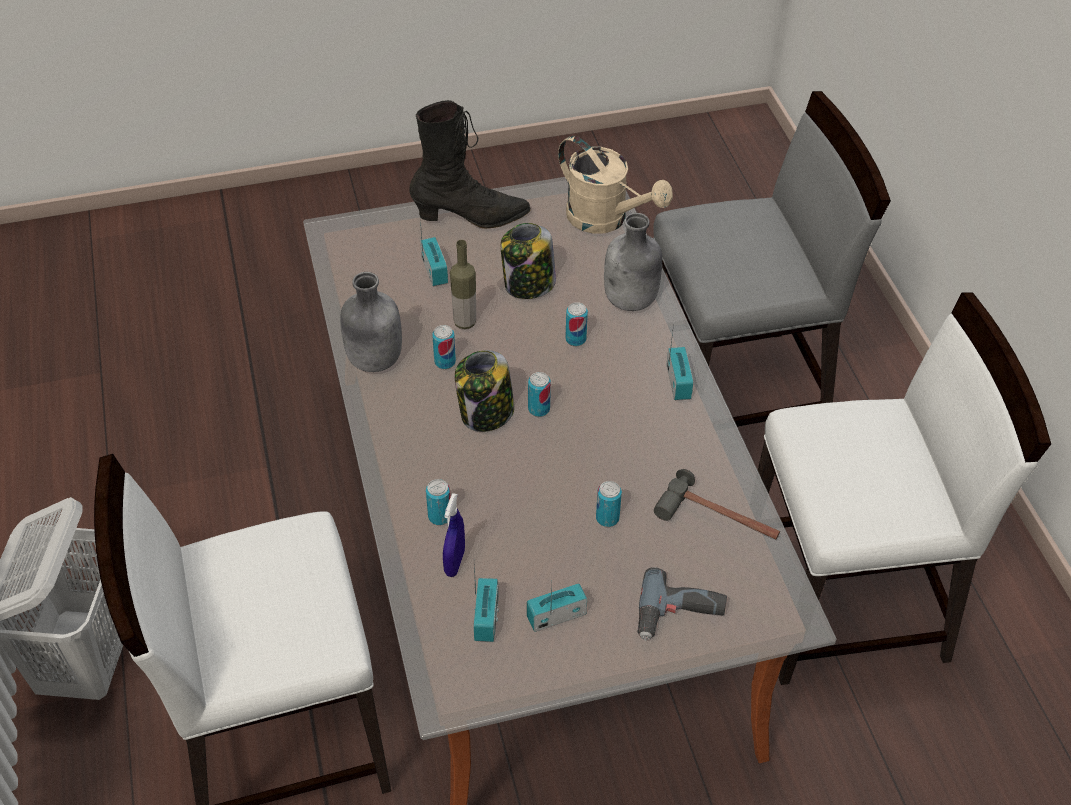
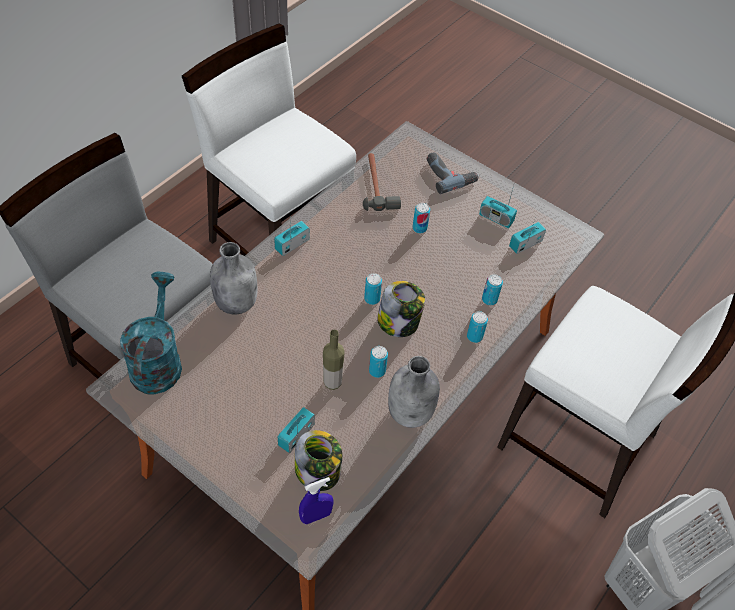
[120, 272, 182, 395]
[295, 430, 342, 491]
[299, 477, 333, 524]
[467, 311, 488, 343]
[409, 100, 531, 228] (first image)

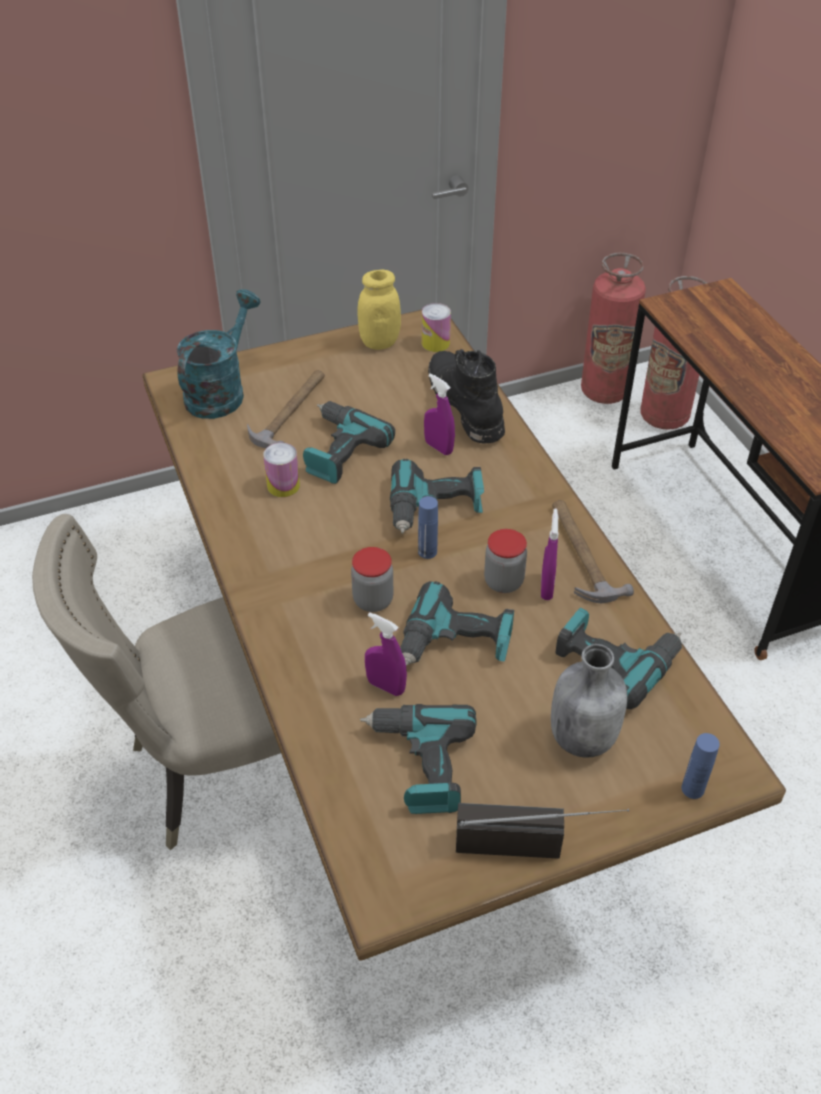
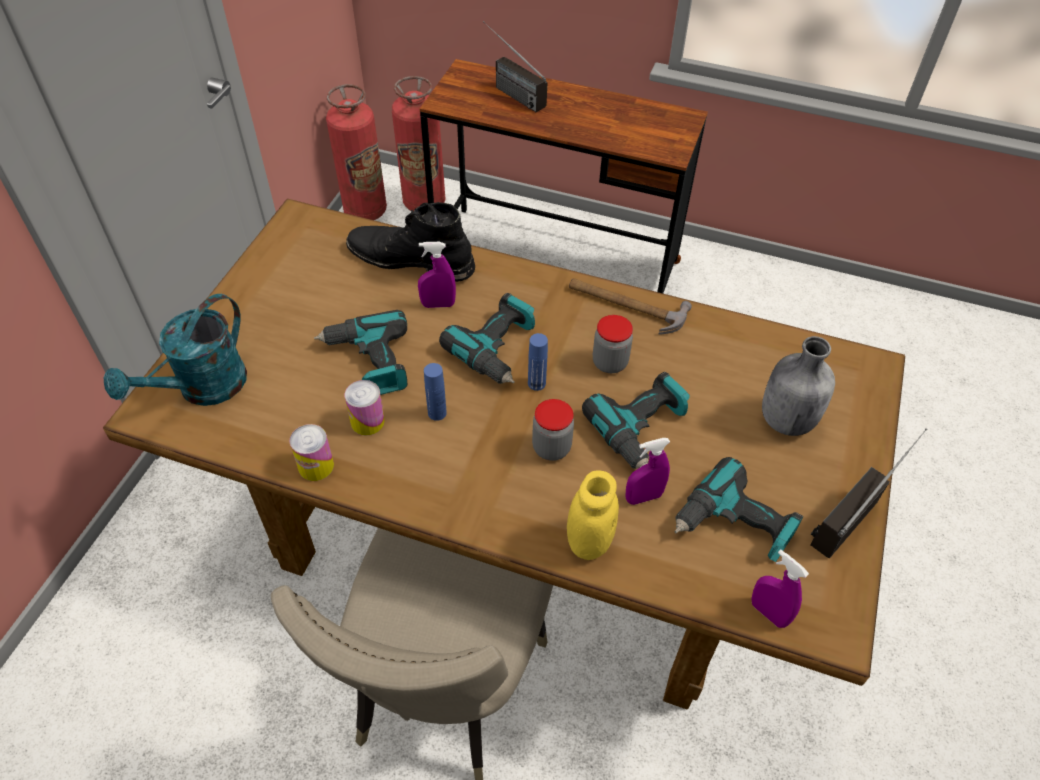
[104, 294, 247, 406]
[289, 424, 334, 481]
[424, 363, 447, 421]
[483, 21, 547, 112]
[567, 470, 619, 560]
[751, 549, 809, 628]
[247, 370, 325, 448] (first image)
[556, 608, 682, 709] (first image)

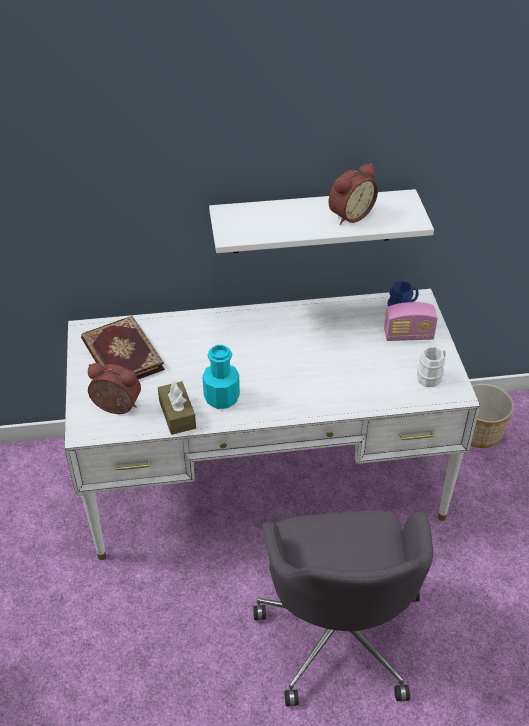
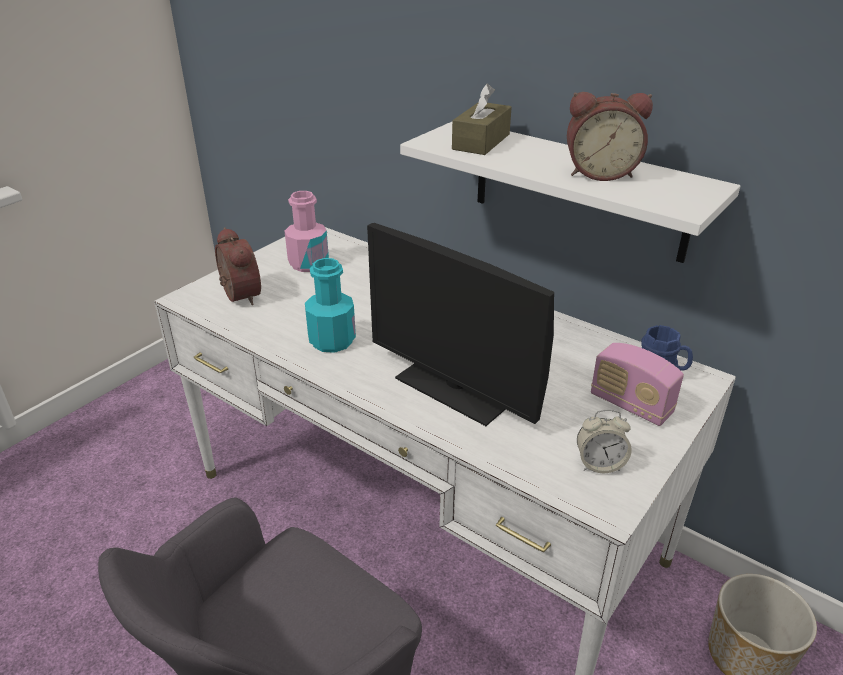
[285, 191, 329, 272]
[367, 223, 554, 426]
[452, 84, 511, 155]
[577, 410, 632, 473]

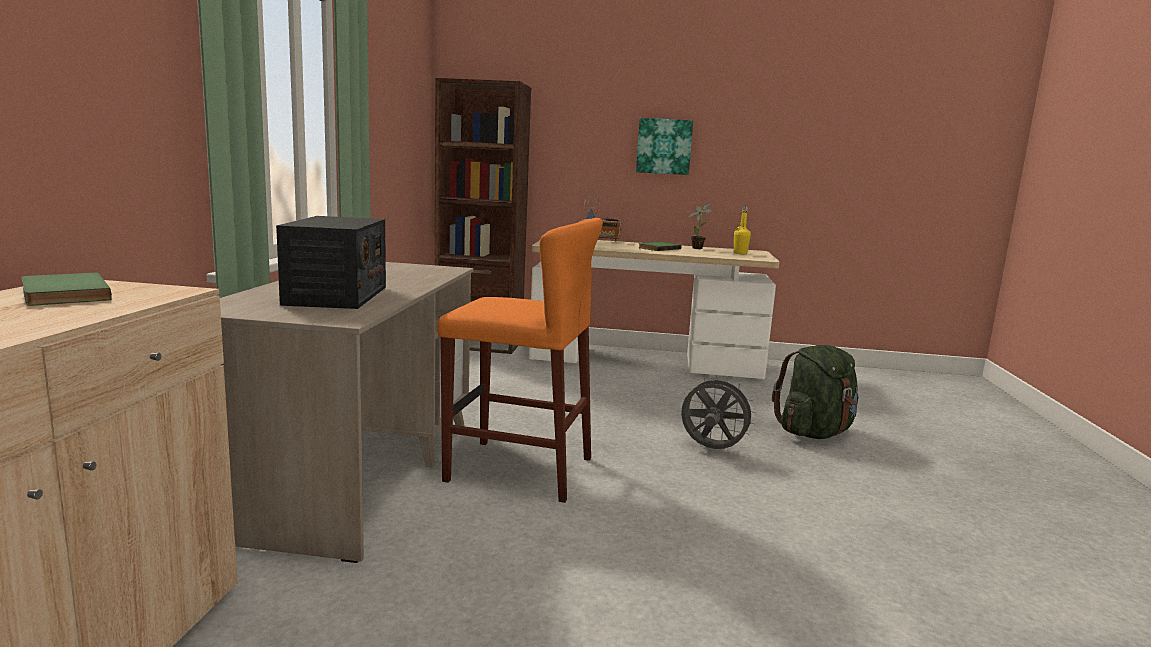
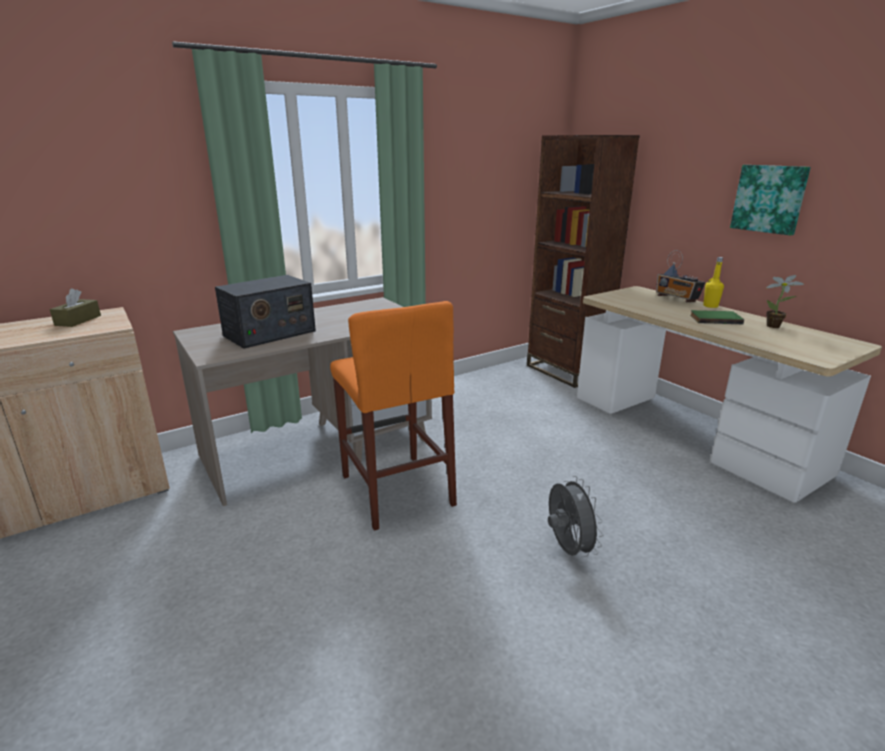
[50, 288, 101, 327]
[703, 257, 724, 308]
[772, 345, 858, 439] (first image)

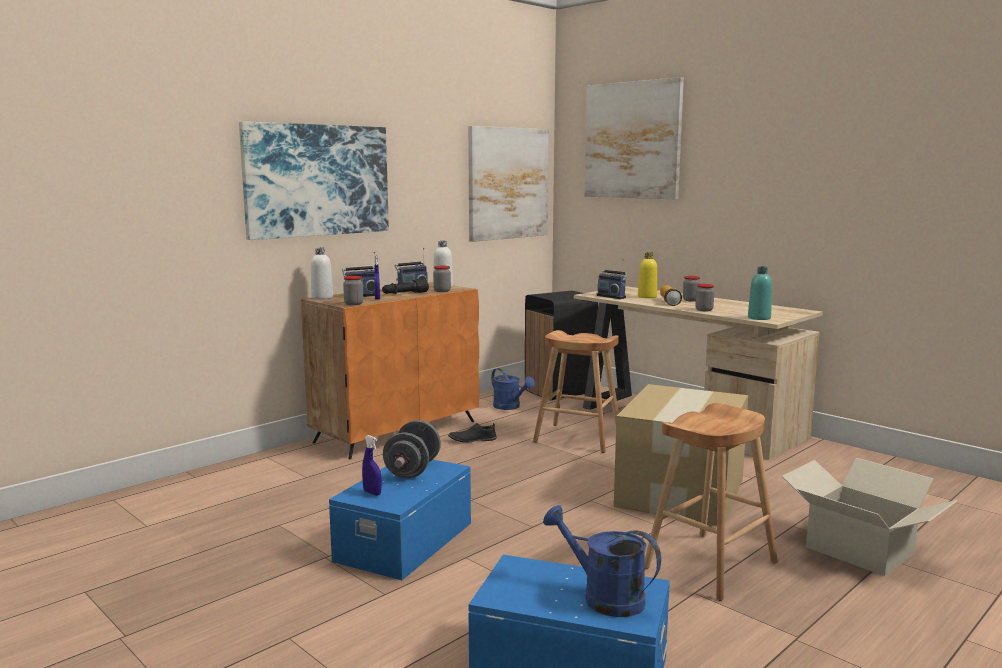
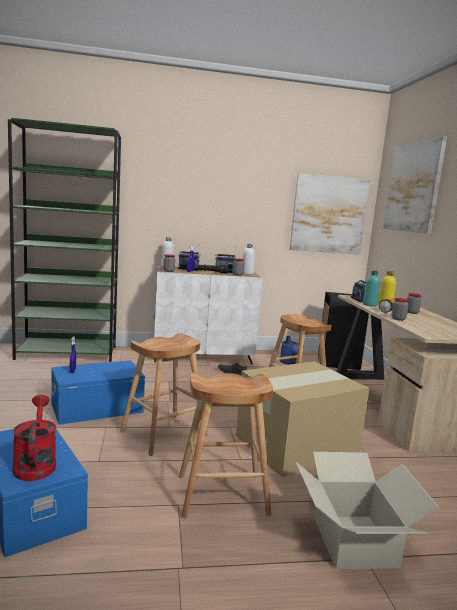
[8, 118, 121, 362]
[13, 395, 56, 481]
[120, 333, 207, 456]
[154, 266, 262, 364]
[363, 270, 380, 307]
[239, 121, 389, 240] (first image)
[383, 420, 441, 479] (first image)

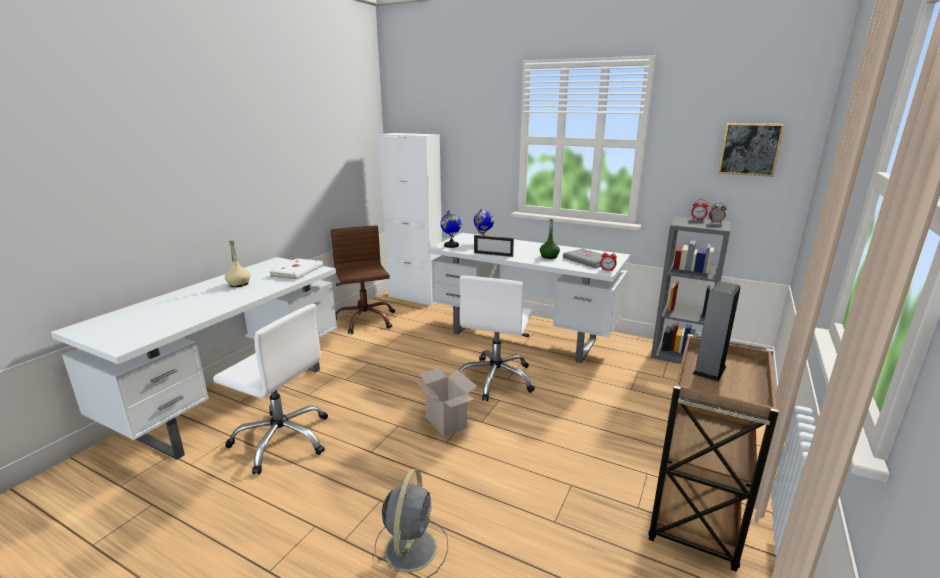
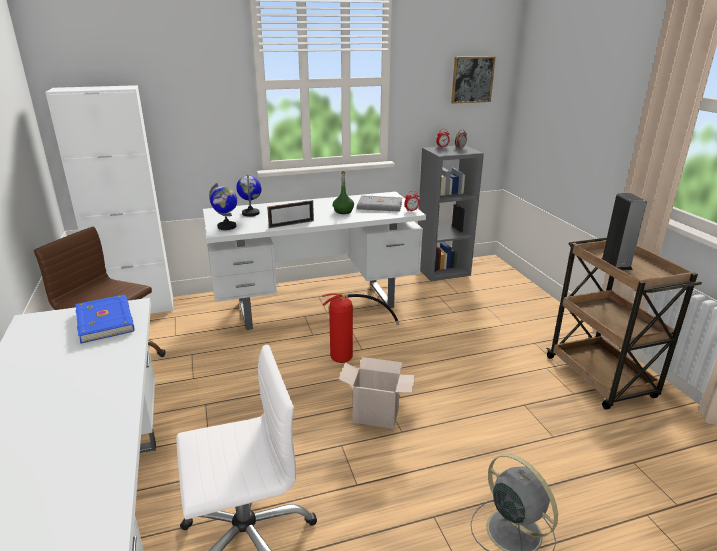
[76, 295, 135, 344]
[322, 293, 399, 363]
[225, 240, 251, 287] (first image)

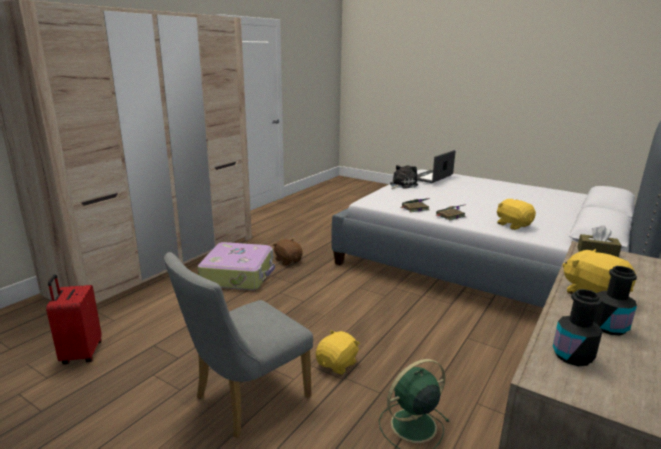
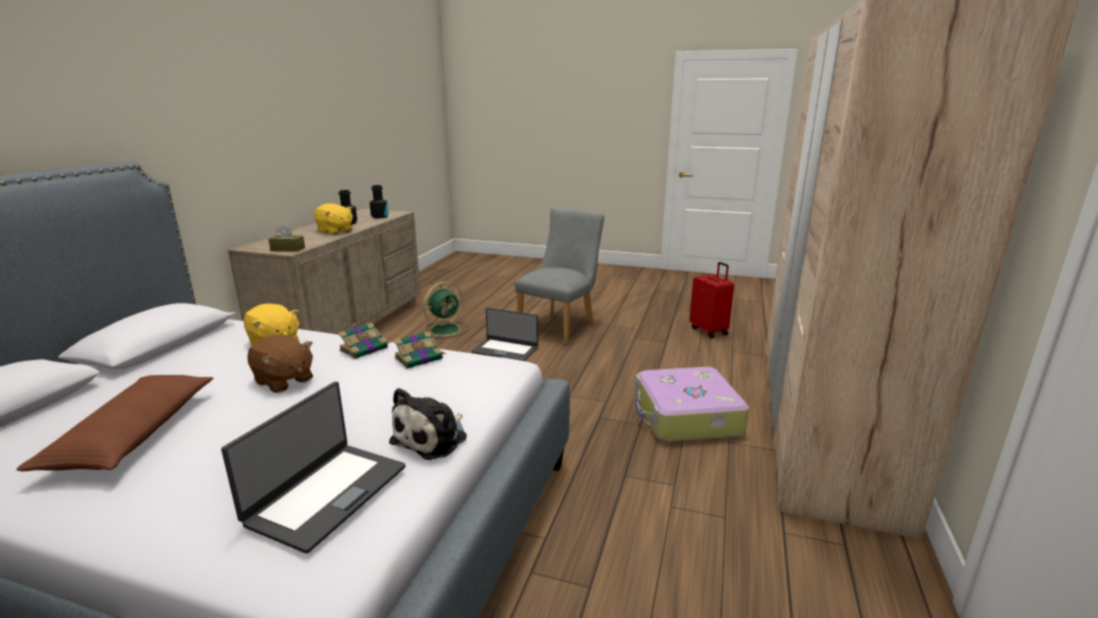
[16, 375, 213, 471]
[247, 335, 313, 393]
[472, 308, 538, 361]

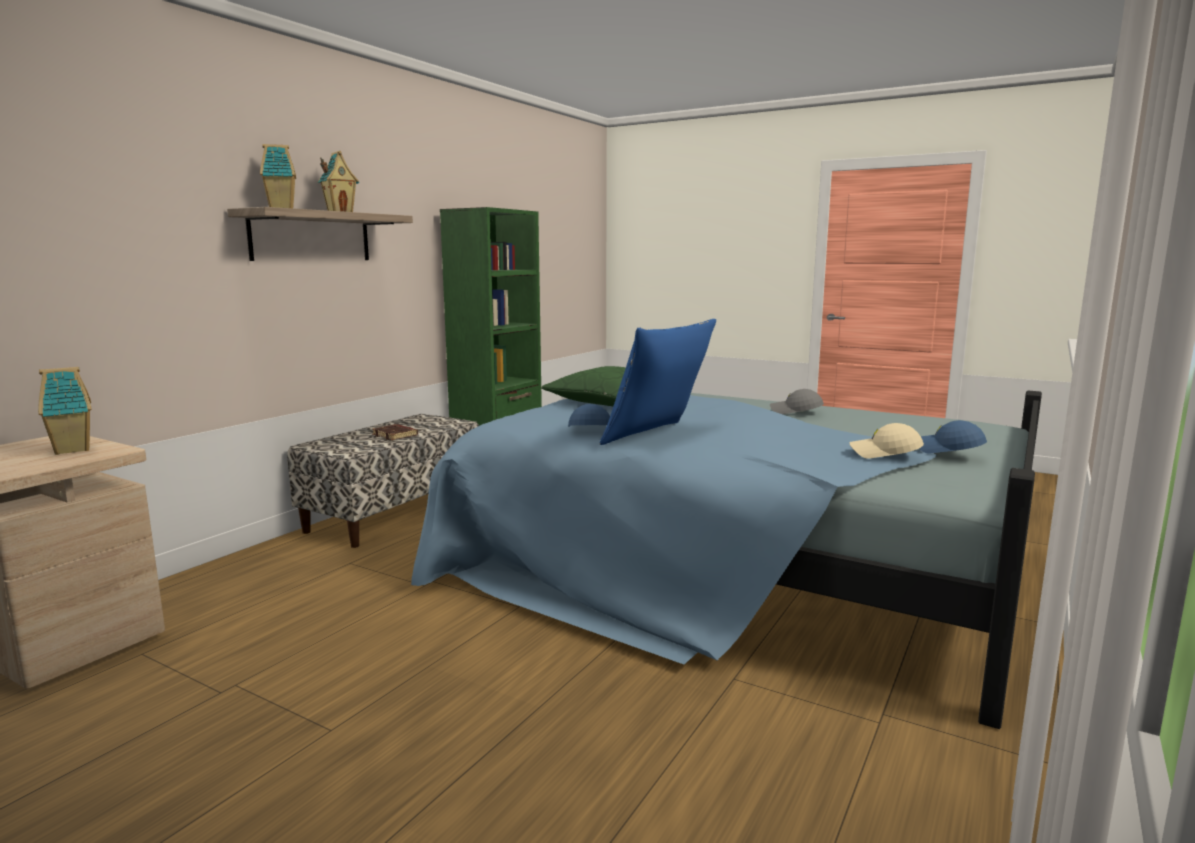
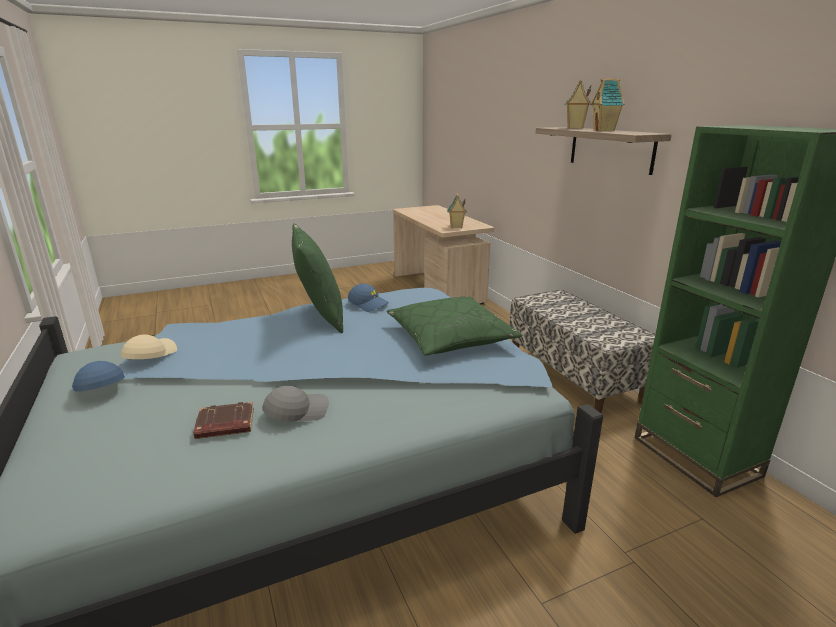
[72, 361, 125, 392]
[121, 335, 177, 359]
[194, 402, 254, 439]
[292, 223, 343, 333]

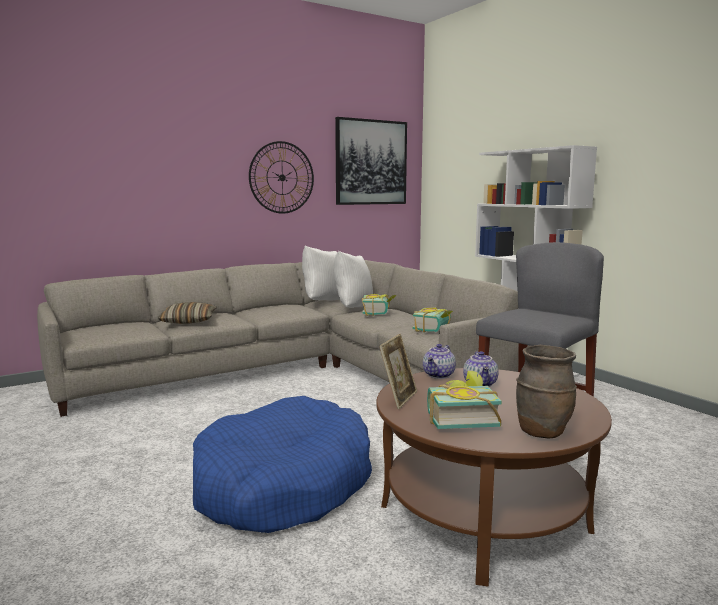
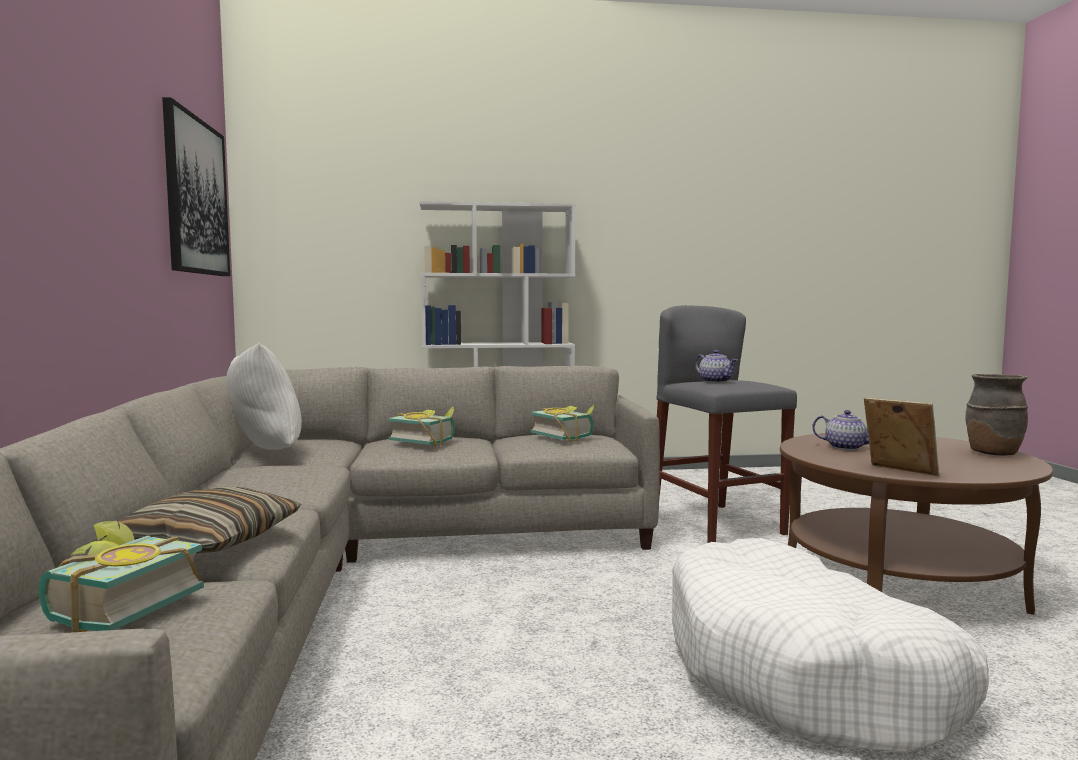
[39, 521, 204, 632]
[672, 538, 989, 753]
[695, 350, 737, 383]
[249, 141, 314, 214] (first image)
[334, 251, 373, 308] (first image)

